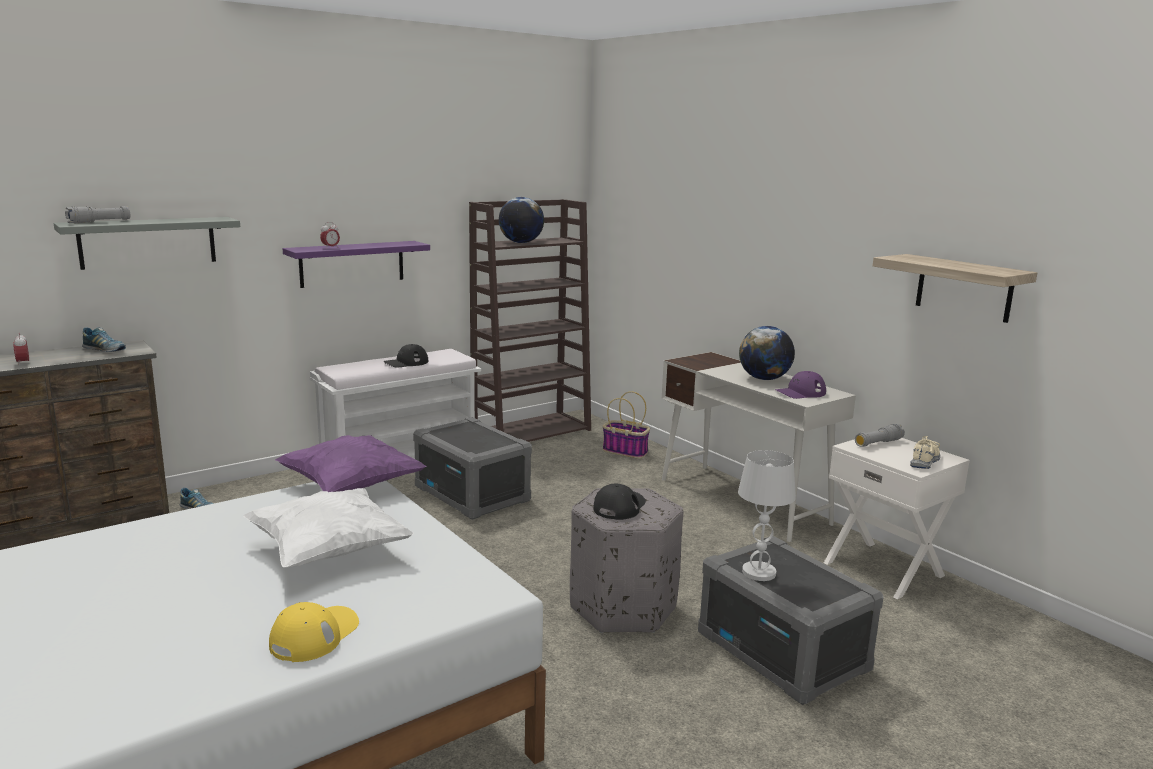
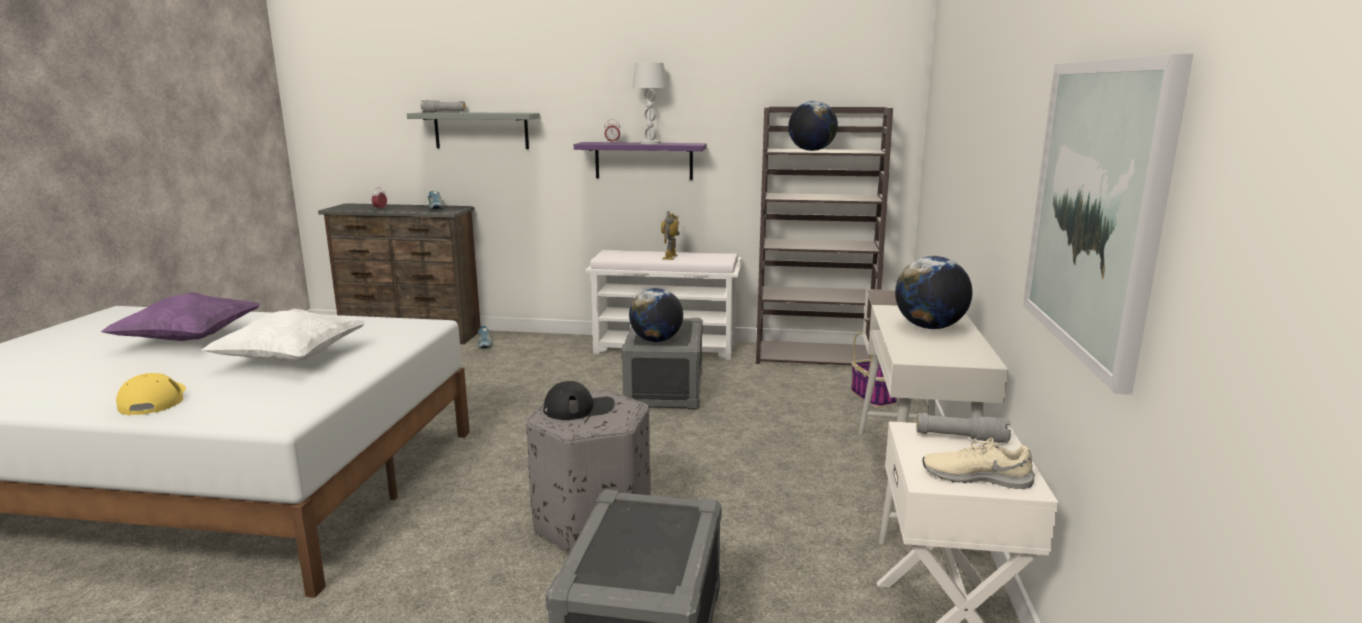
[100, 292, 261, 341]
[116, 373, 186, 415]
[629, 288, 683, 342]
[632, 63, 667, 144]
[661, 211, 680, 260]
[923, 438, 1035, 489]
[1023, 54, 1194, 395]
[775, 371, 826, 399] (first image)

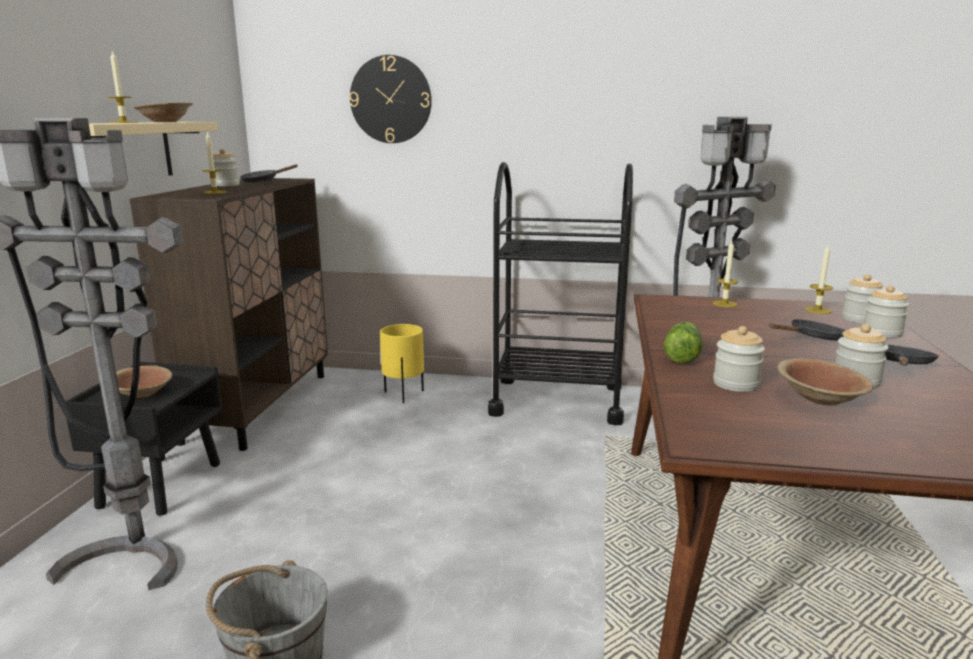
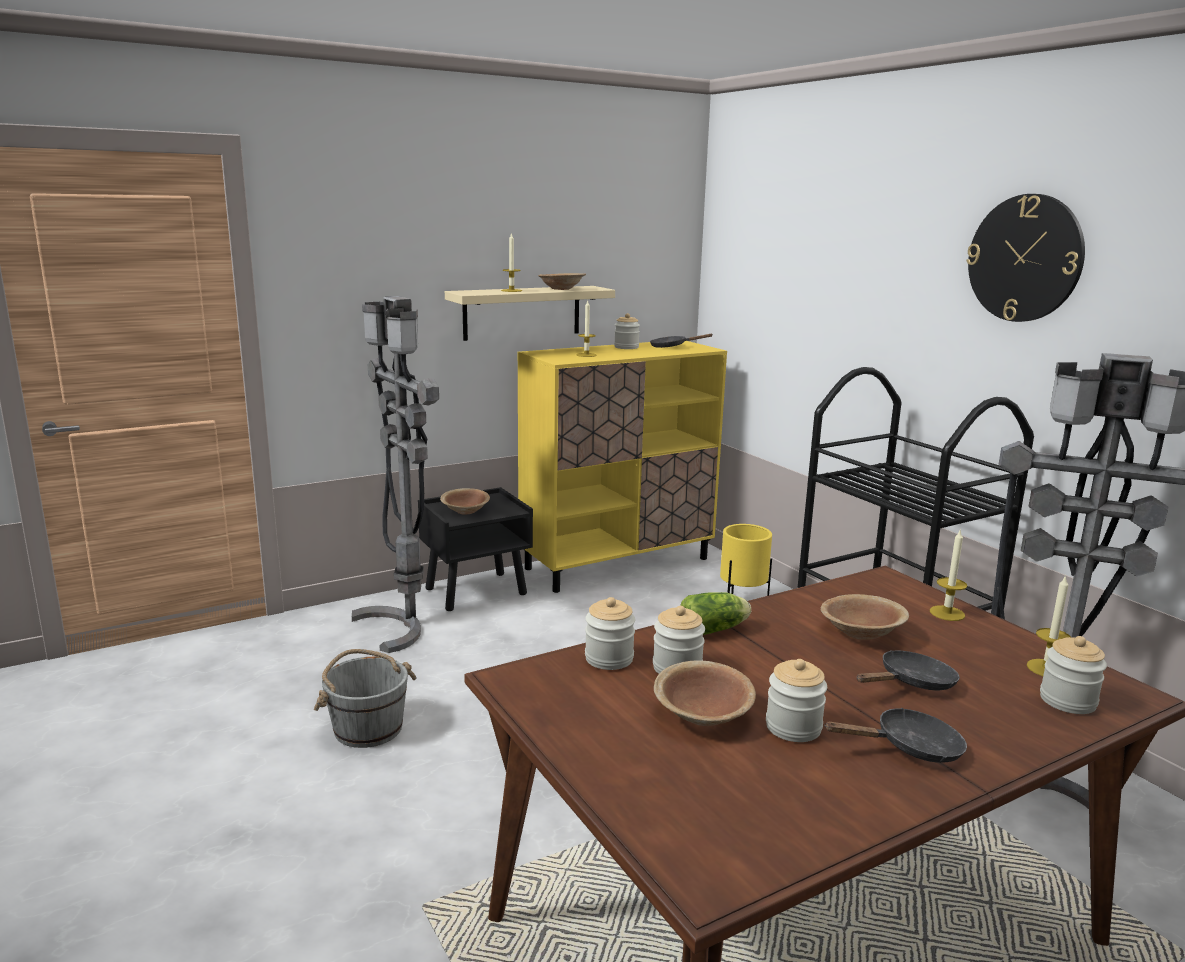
[517, 341, 727, 593]
[585, 597, 635, 670]
[821, 594, 909, 640]
[857, 650, 960, 690]
[967, 194, 1085, 322]

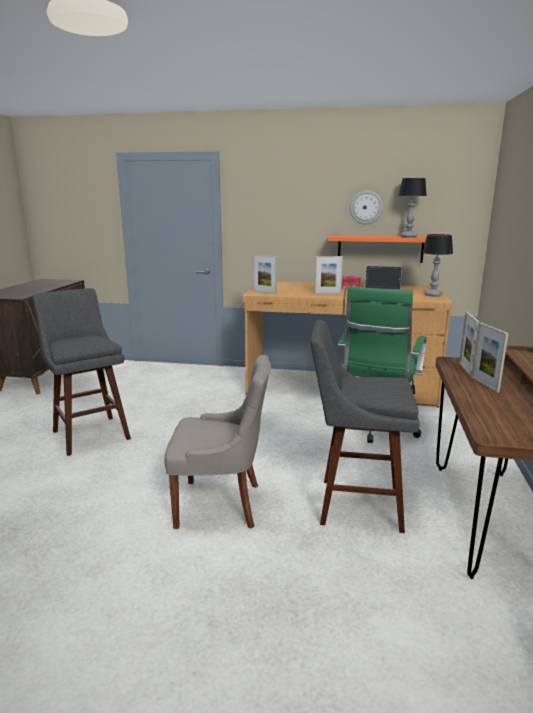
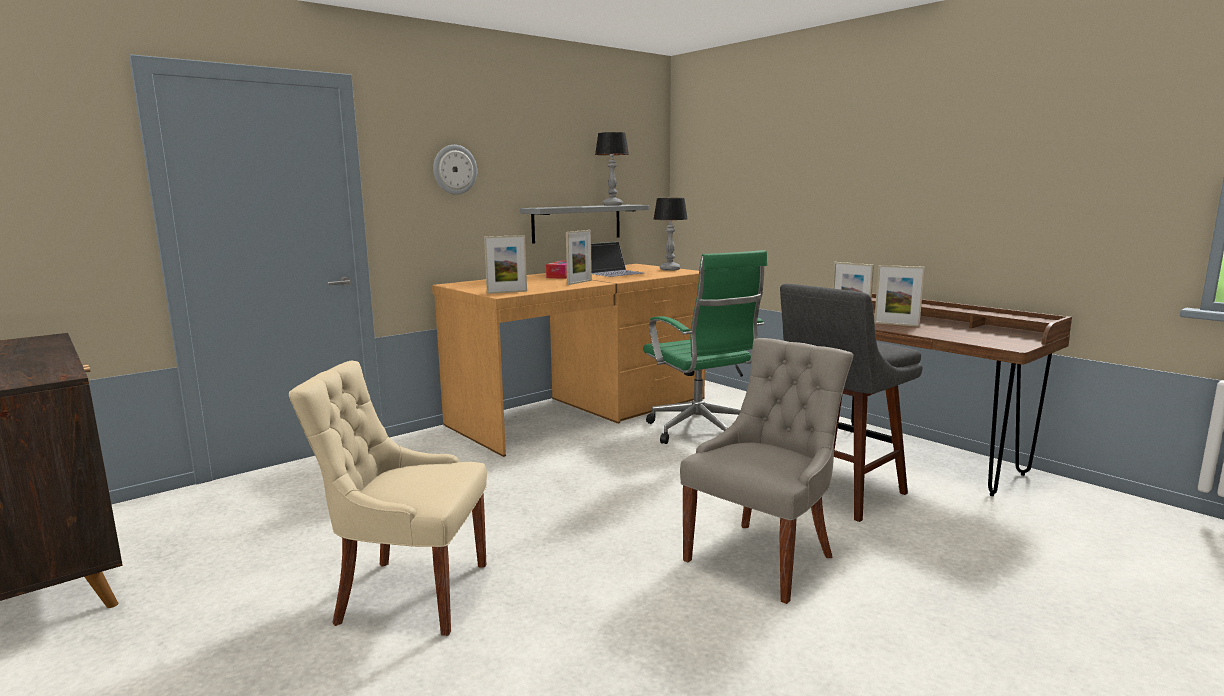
[289, 361, 487, 636]
[433, 145, 477, 195]
[520, 205, 649, 244]

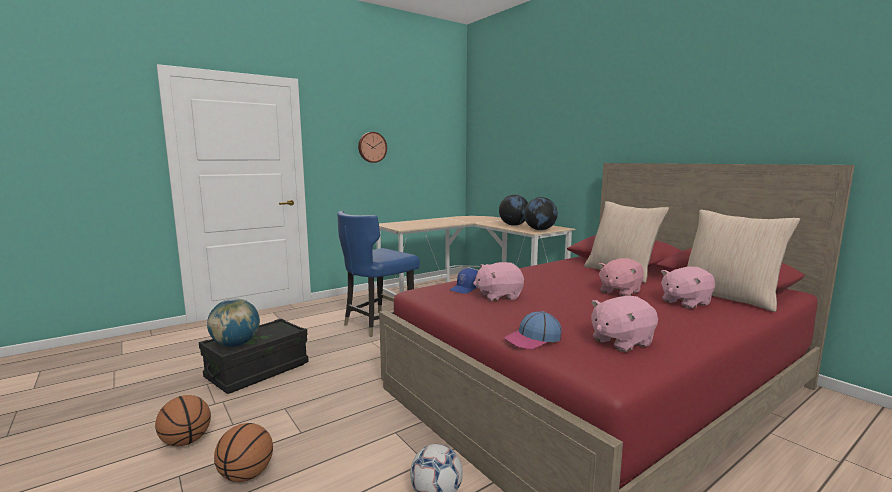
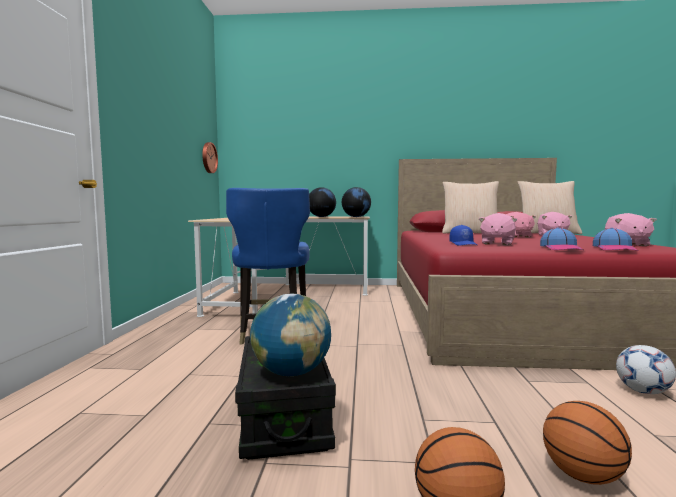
[202, 142, 218, 173]
[540, 227, 584, 250]

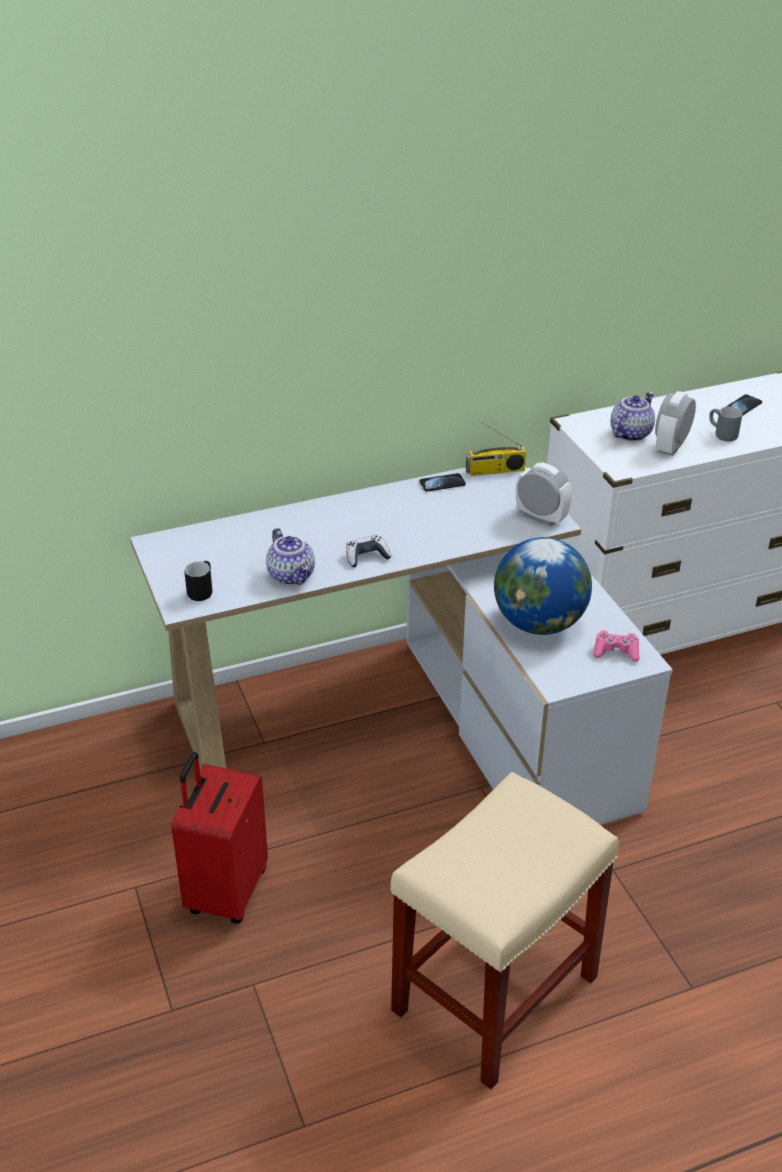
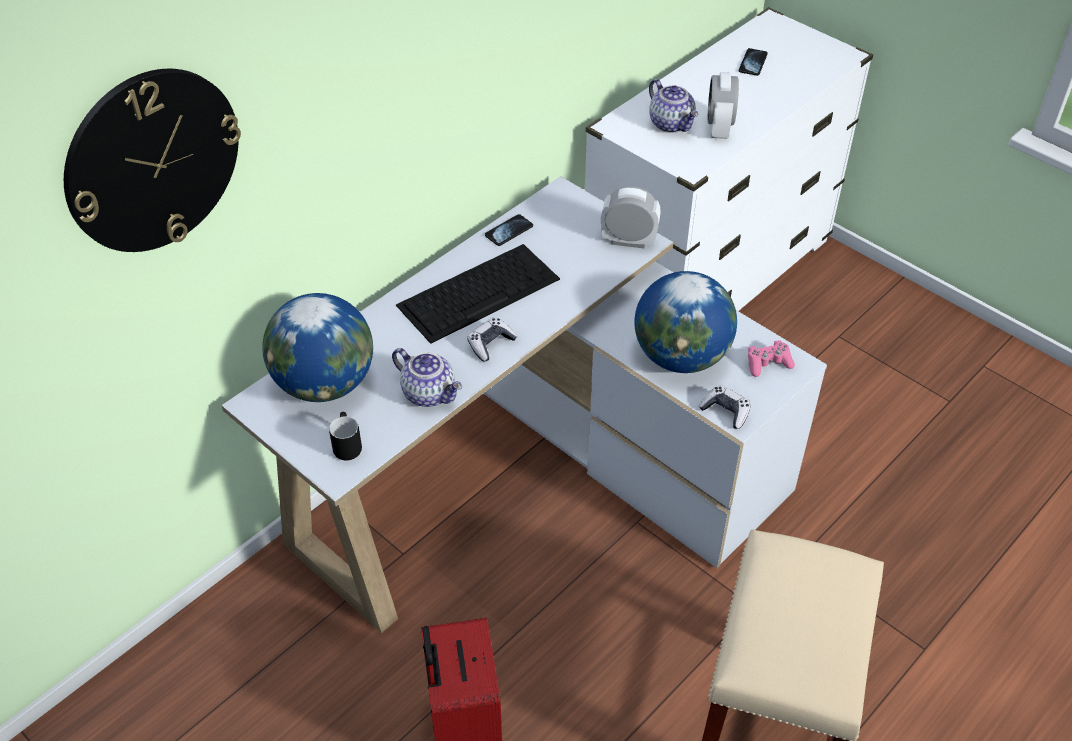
[64, 69, 241, 252]
[262, 293, 373, 402]
[396, 244, 560, 344]
[649, 79, 698, 133]
[699, 385, 751, 429]
[466, 421, 526, 476] (first image)
[709, 406, 743, 441] (first image)

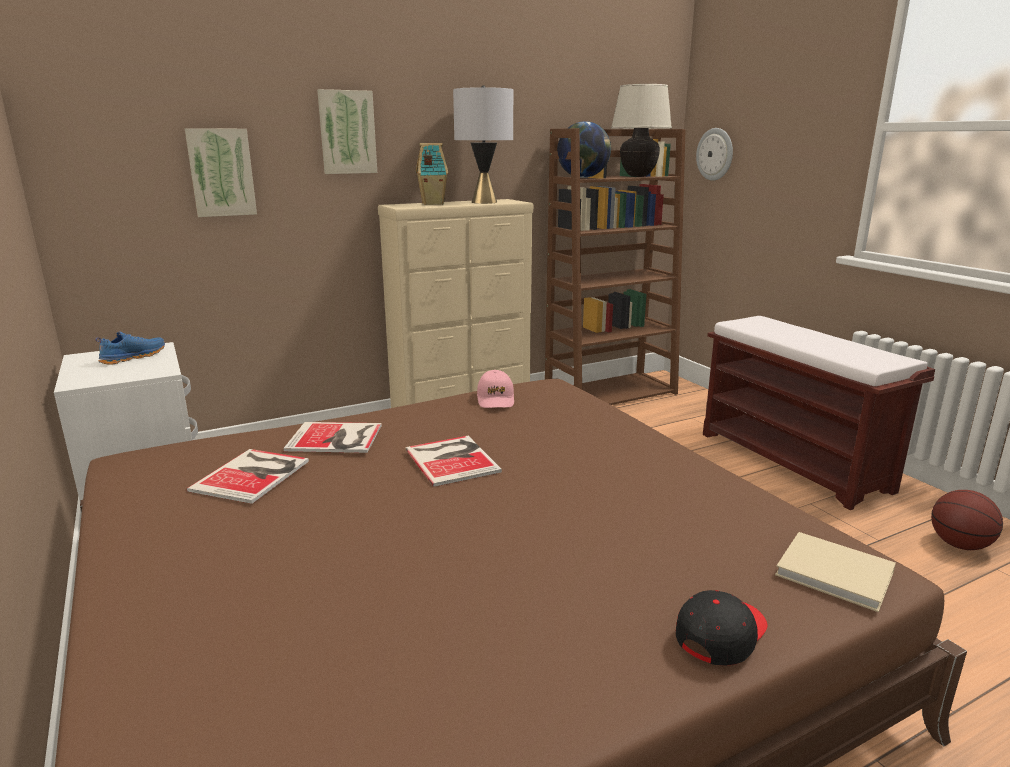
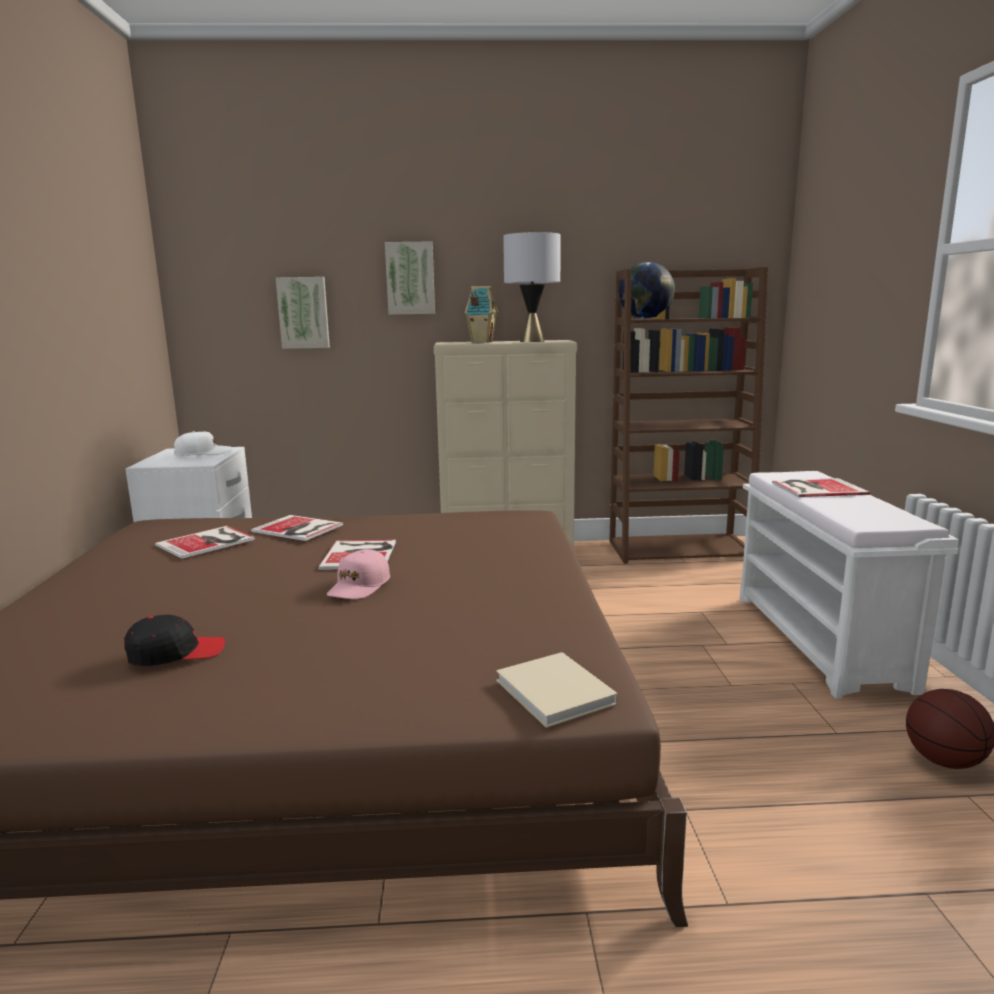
[124, 615, 225, 666]
[174, 431, 232, 456]
[327, 549, 390, 599]
[740, 471, 959, 699]
[772, 478, 870, 497]
[611, 84, 672, 177] (first image)
[696, 128, 733, 181] (first image)

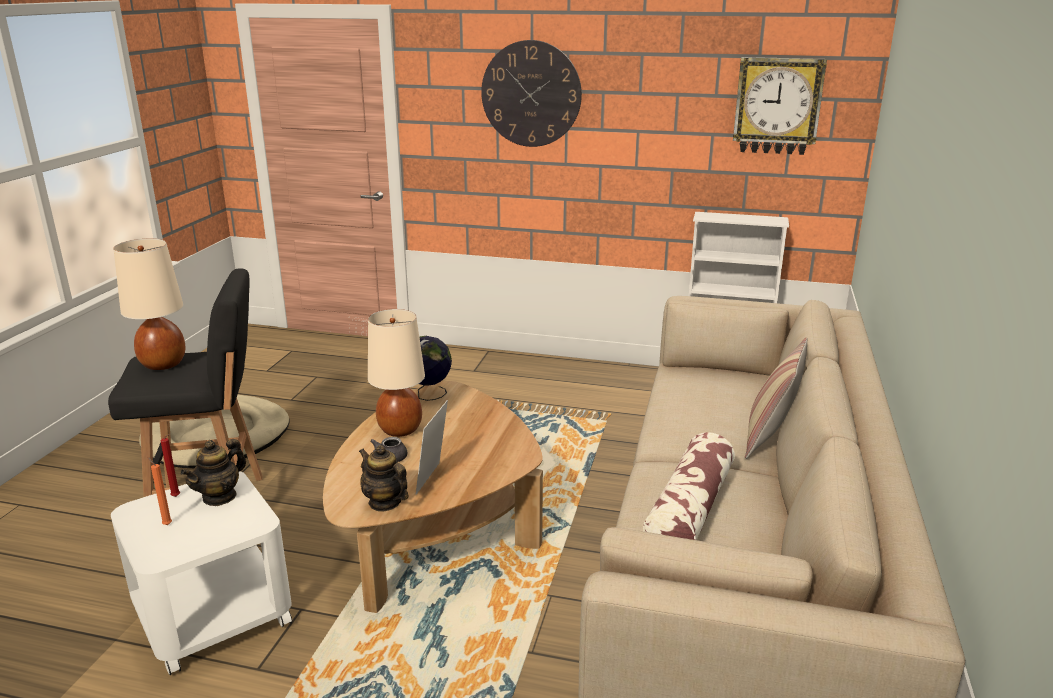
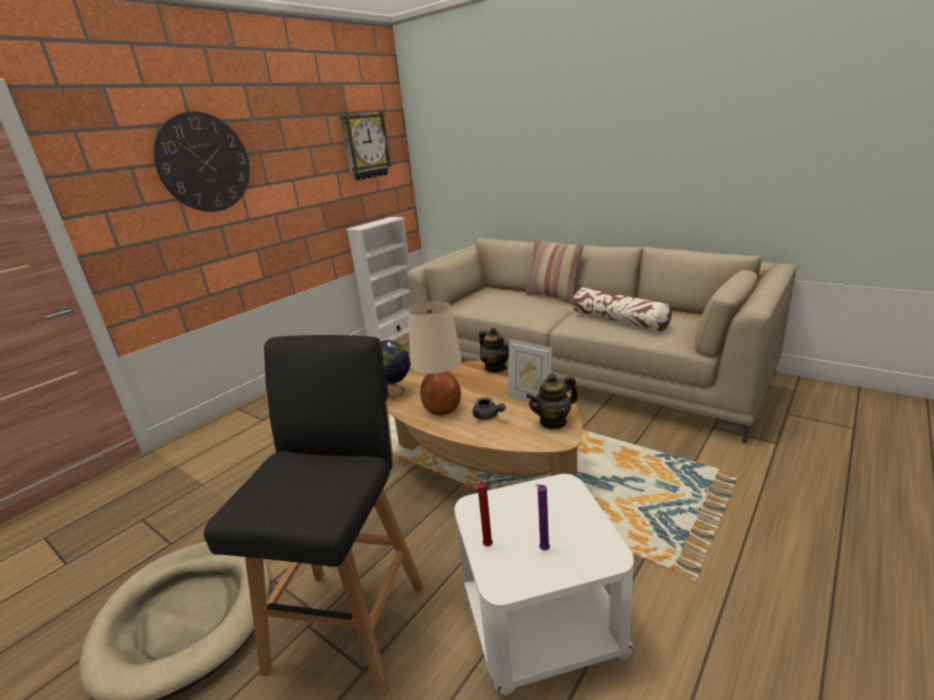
[479, 328, 509, 372]
[536, 484, 550, 550]
[113, 238, 185, 370] (first image)

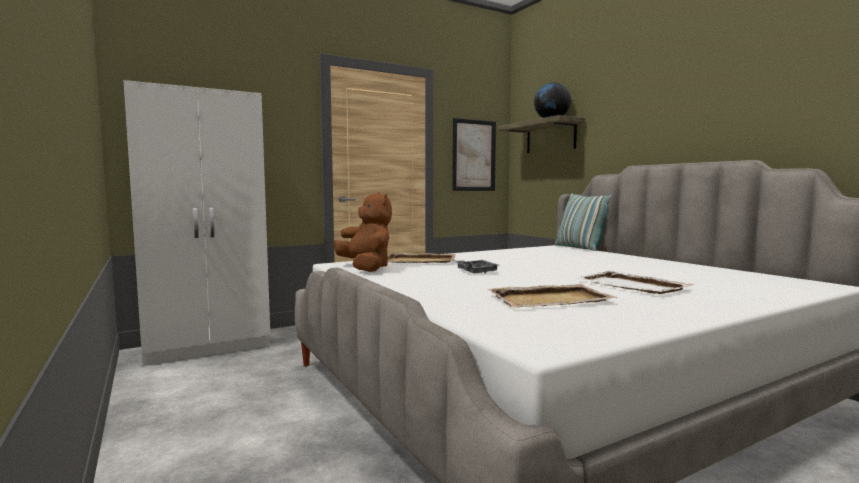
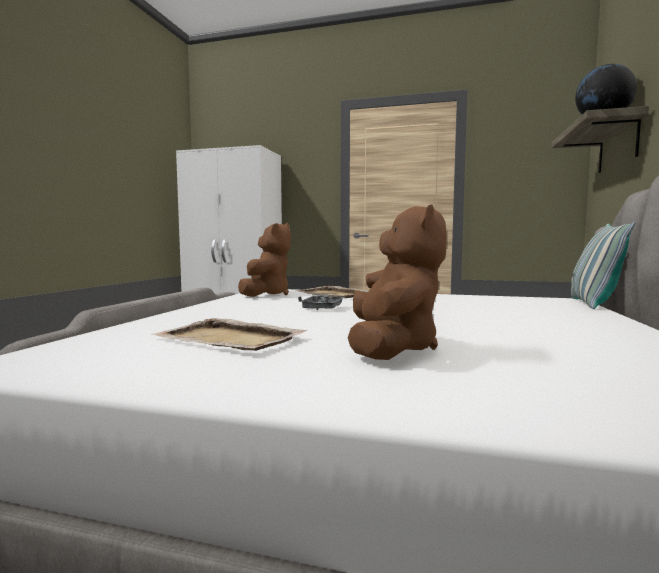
[348, 204, 447, 360]
[452, 118, 496, 191] (first image)

